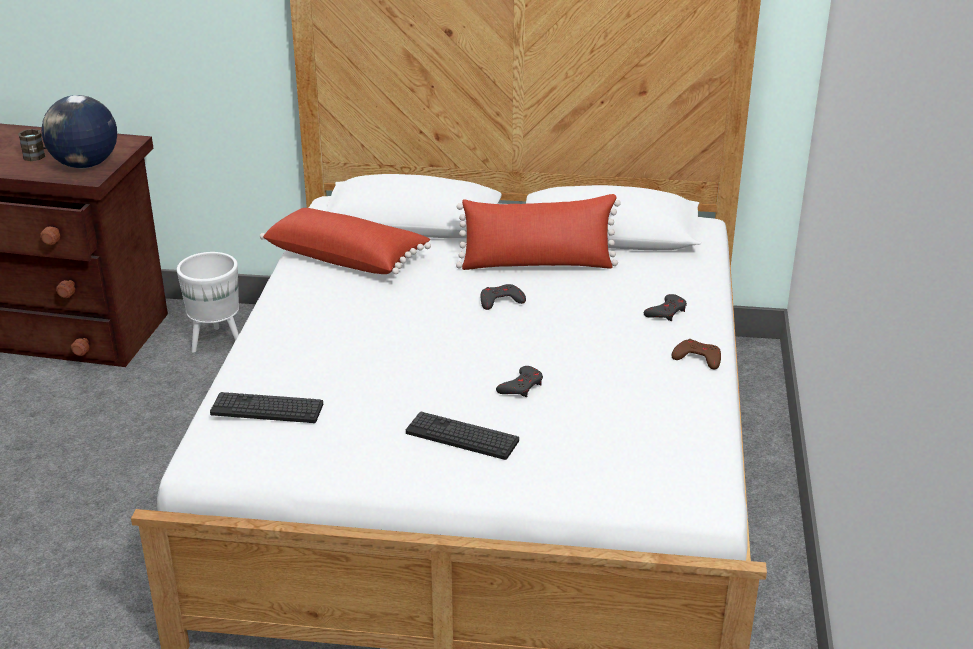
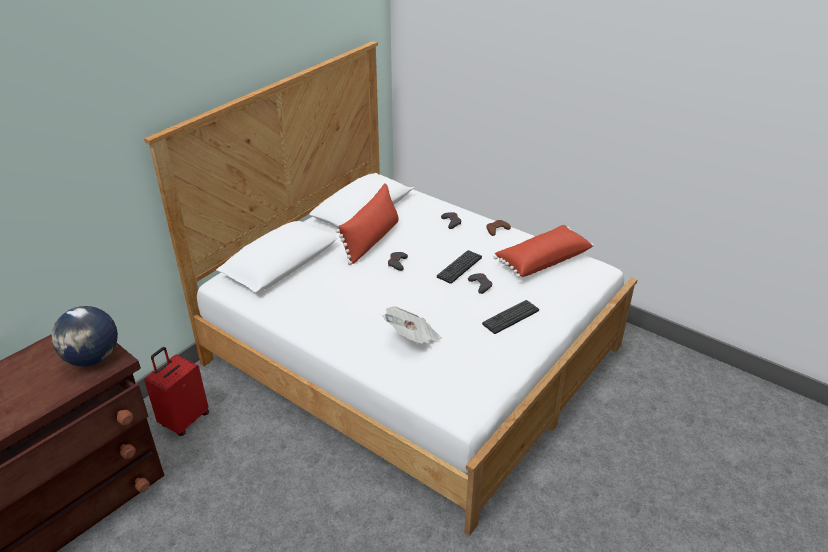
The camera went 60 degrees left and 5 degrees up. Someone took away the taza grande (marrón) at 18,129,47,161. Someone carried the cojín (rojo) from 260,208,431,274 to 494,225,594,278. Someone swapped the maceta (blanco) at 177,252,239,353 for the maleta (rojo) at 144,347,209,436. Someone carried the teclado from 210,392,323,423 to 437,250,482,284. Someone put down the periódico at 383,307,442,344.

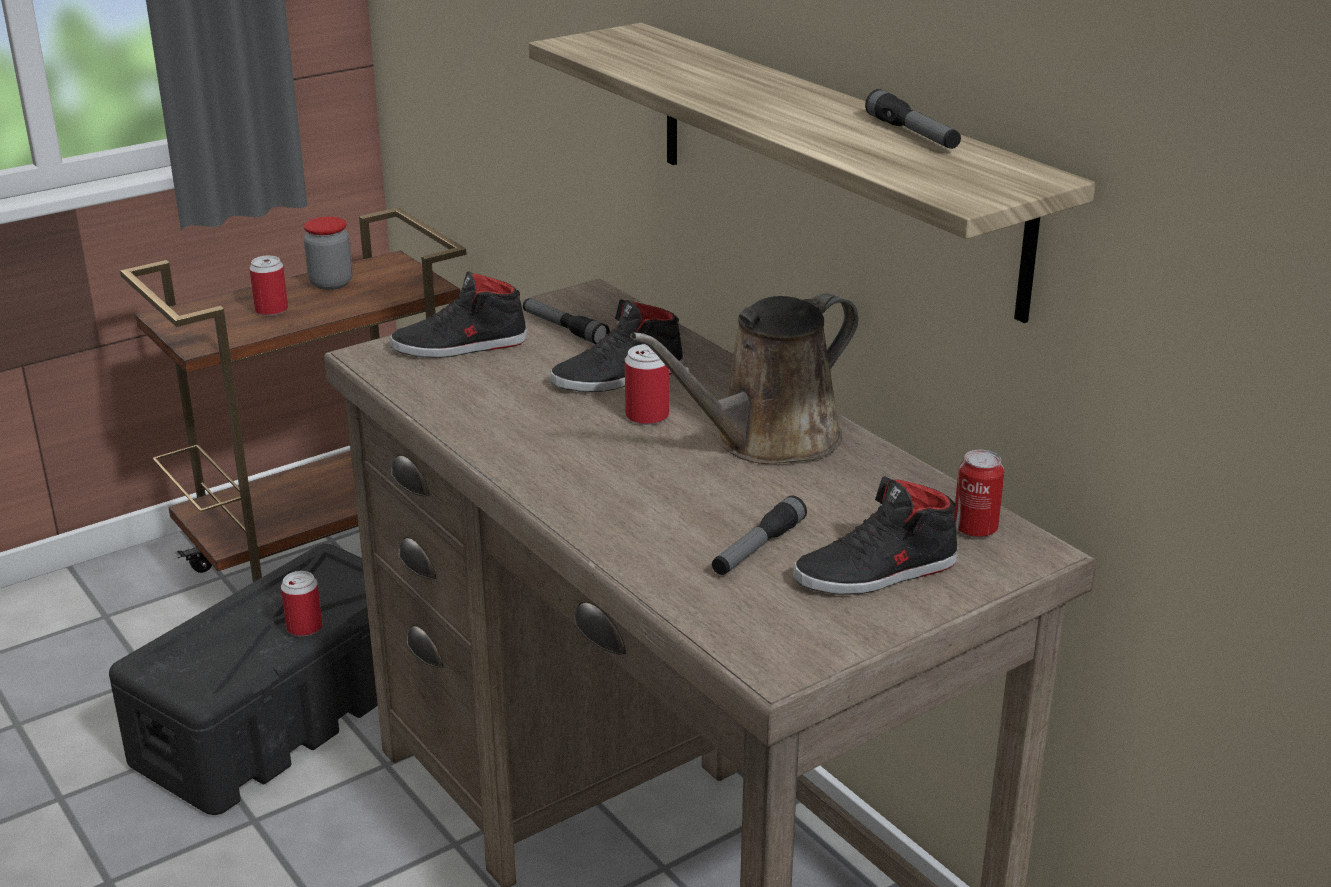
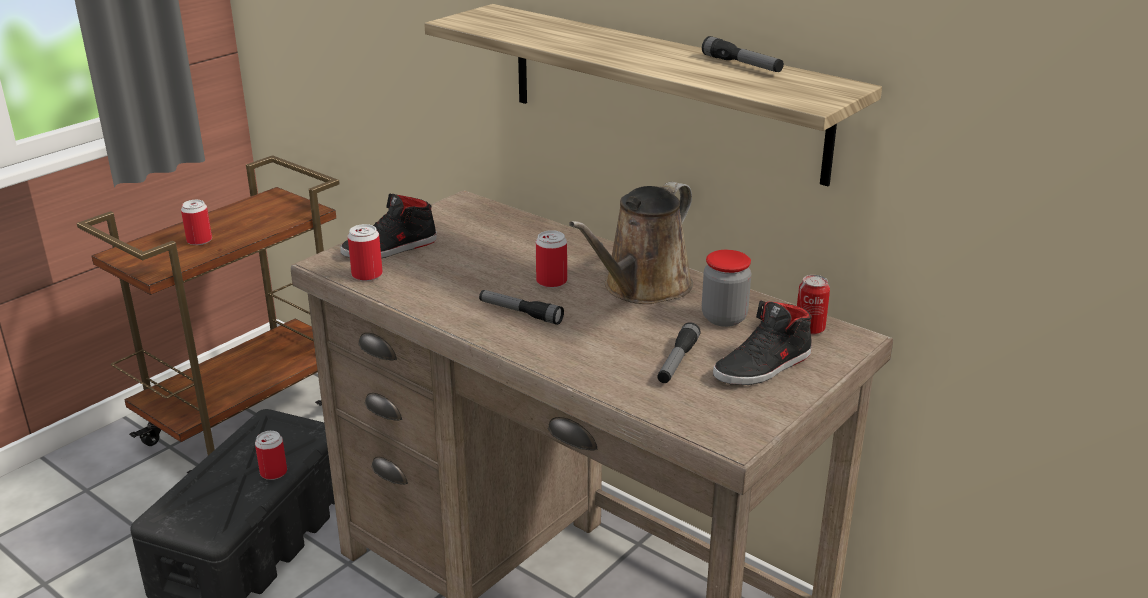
The camera went 15 degrees left and 0 degrees up. Someone carried the tarro from 304,216,353,290 to 702,250,751,327. Someone carried the linterna from 523,298,610,344 to 479,290,564,325. Someone took away the zapato (negro) at 550,299,684,392. Someone put down the lata at 348,224,383,281.

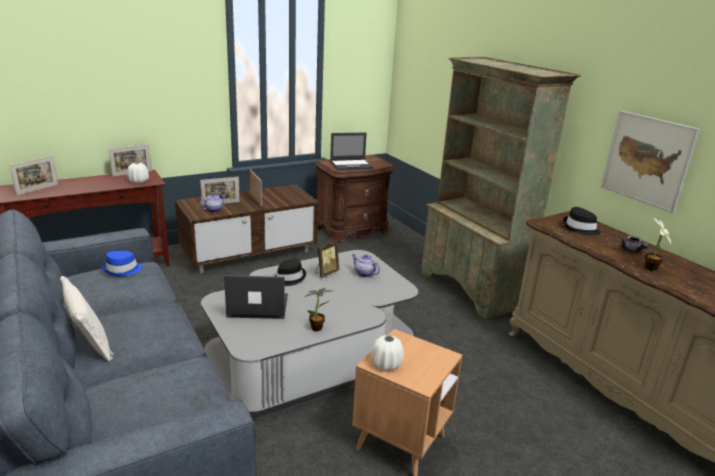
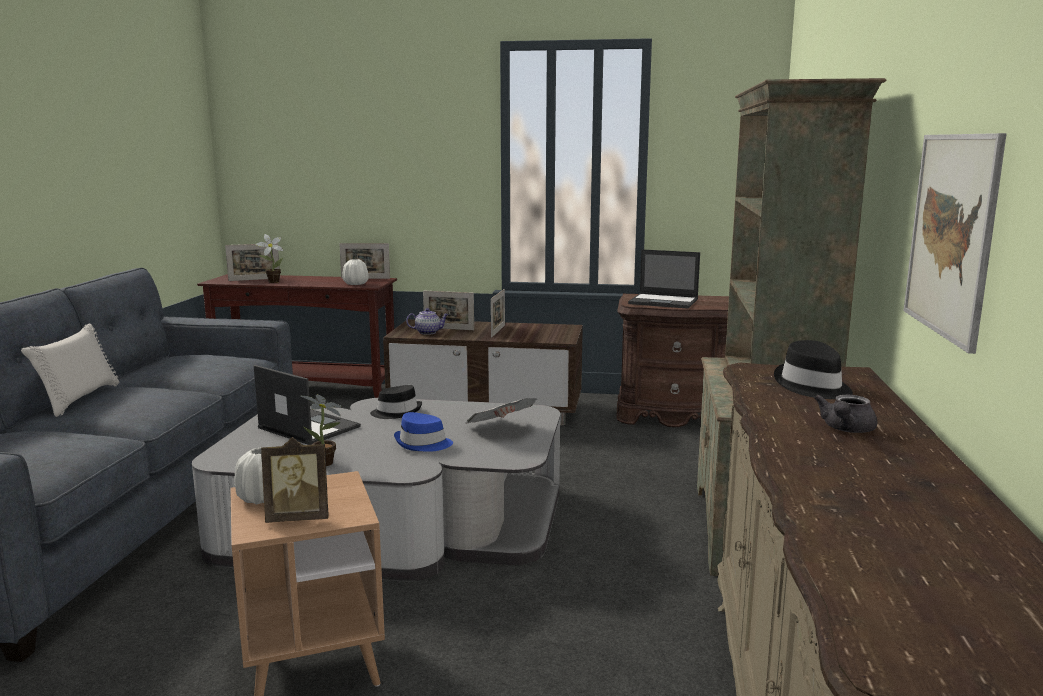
The camera went 40 degrees right and 10 degrees down. Someone carried the planta en maceta from 645,218,671,271 to 255,234,284,283. Someone carried the portarretratos from 315,241,339,278 to 261,437,328,523. Someone carried the sombrero (azul) from 102,251,143,276 to 394,412,453,452. Someone swapped the tetera at 352,254,380,277 for the periódico at 466,398,537,423.

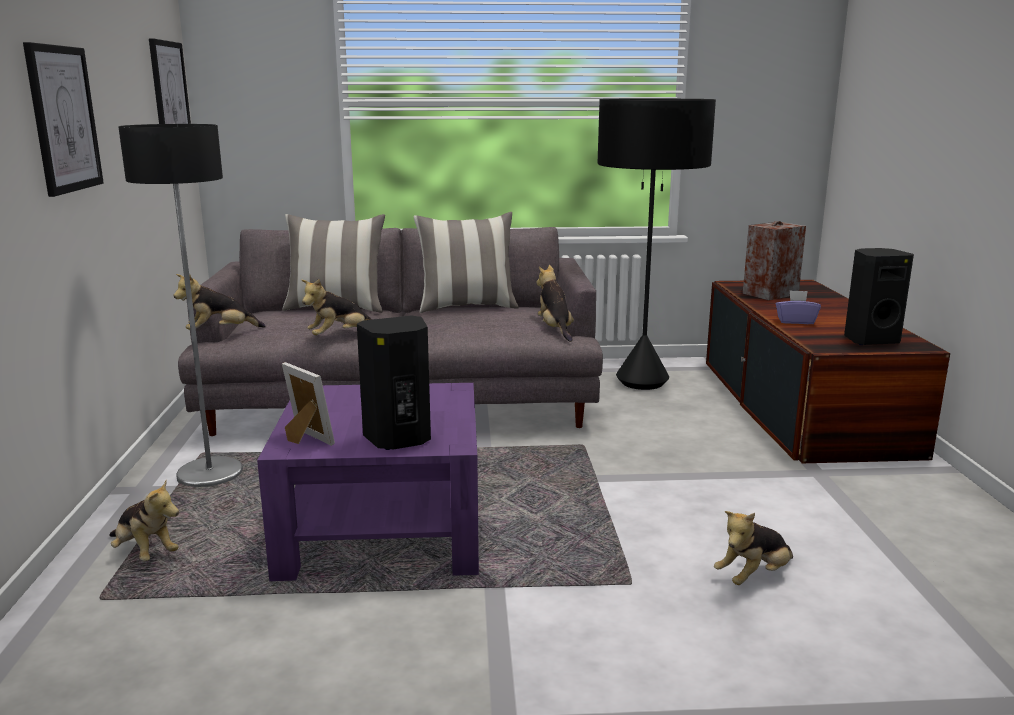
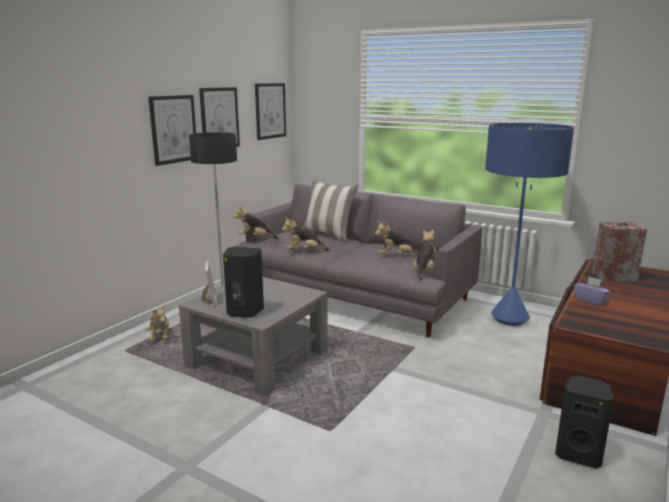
The camera went 35 degrees right and 0 degrees up. Someone repainted the lámpara de pie (negro) at 598,99,716,390, which became the lámpara de pie (azul) at 485,123,574,326. Someone took away the cojín at 413,212,519,313. Someone carried the altavoz (negro) from 844,248,914,345 to 555,376,614,469. Someone repainted the mesa de centro (morado) at 257,383,479,581, which became the mesa de centro (gris) at 179,277,328,396. Someone carried the peluche from 714,511,793,585 to 375,221,419,255. Someone put up the cuadro at 199,87,240,147.

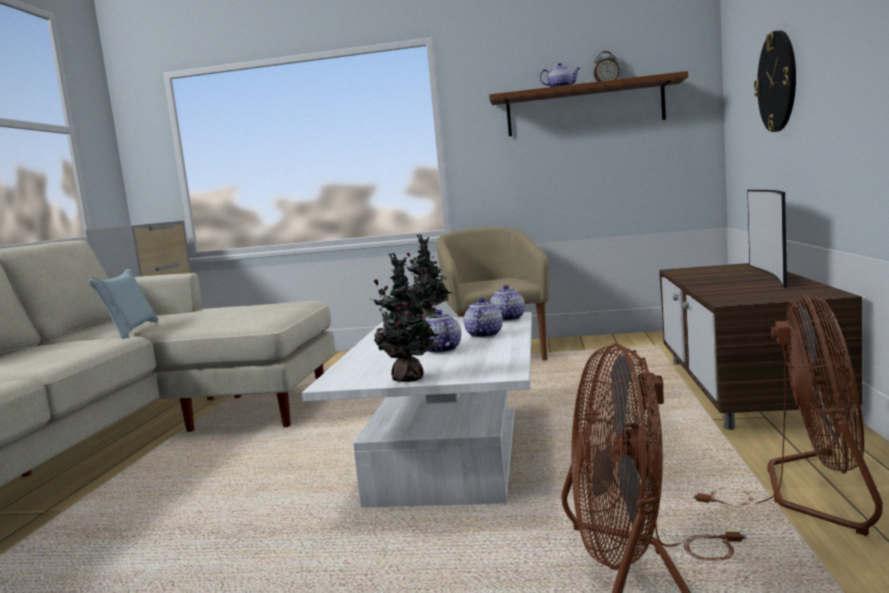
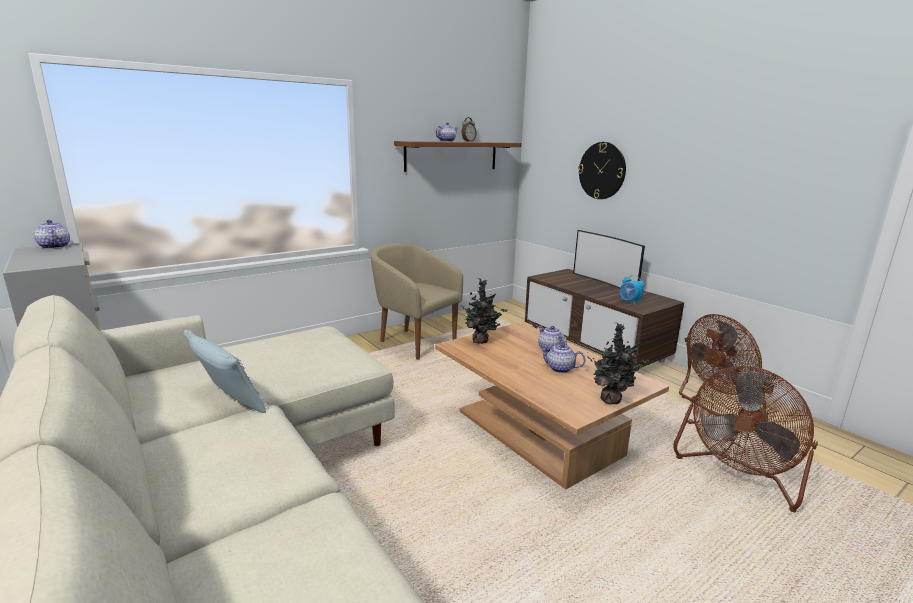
The camera went 45 degrees left and 10 degrees up. Someone carried the tetera from 490,285,525,321 to 34,220,70,249. Someone repainted the mesa de centro (blanco) at 302,312,532,508, which became the mesa de centro (marrón) at 435,322,669,489. Someone put down the despertador at 620,275,644,305.

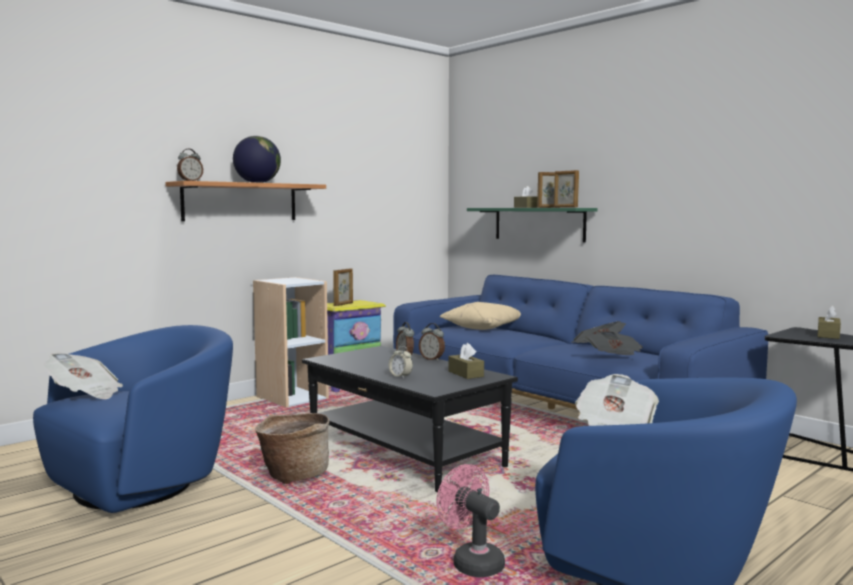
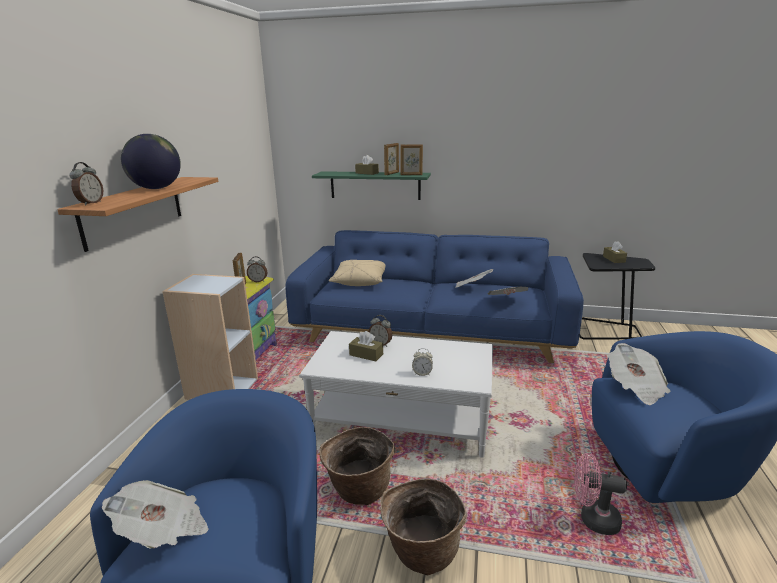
The camera went 35 degrees left and 15 degrees up. Someone carried the despertador from 419,323,445,361 to 247,256,267,282. Someone carried the caja de pañuelos (marrón) from 448,343,484,379 to 349,331,383,361. Someone repainted the mesa de centro (negro) at 302,346,518,492, which became the mesa de centro (blanco) at 299,331,493,458. Someone put down the cesta at 380,479,467,575.

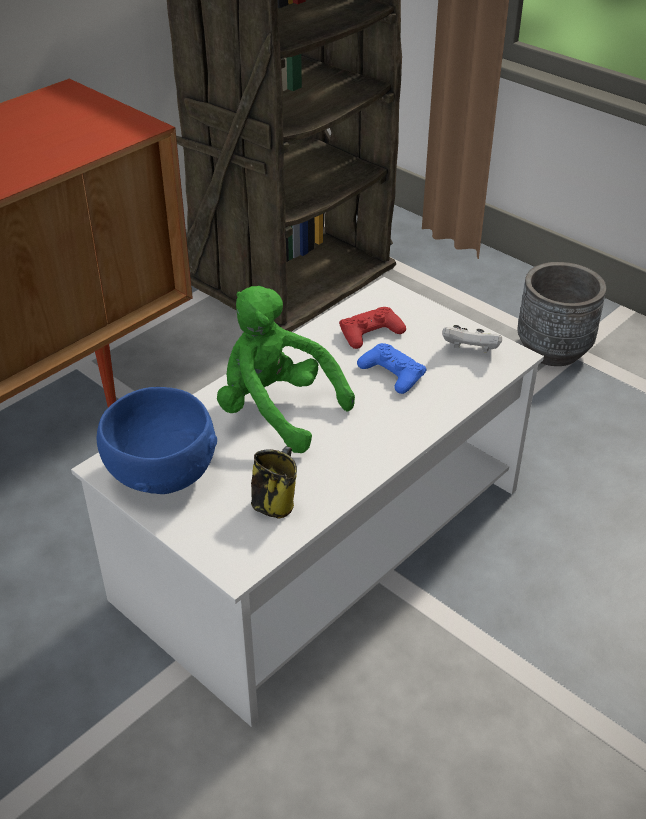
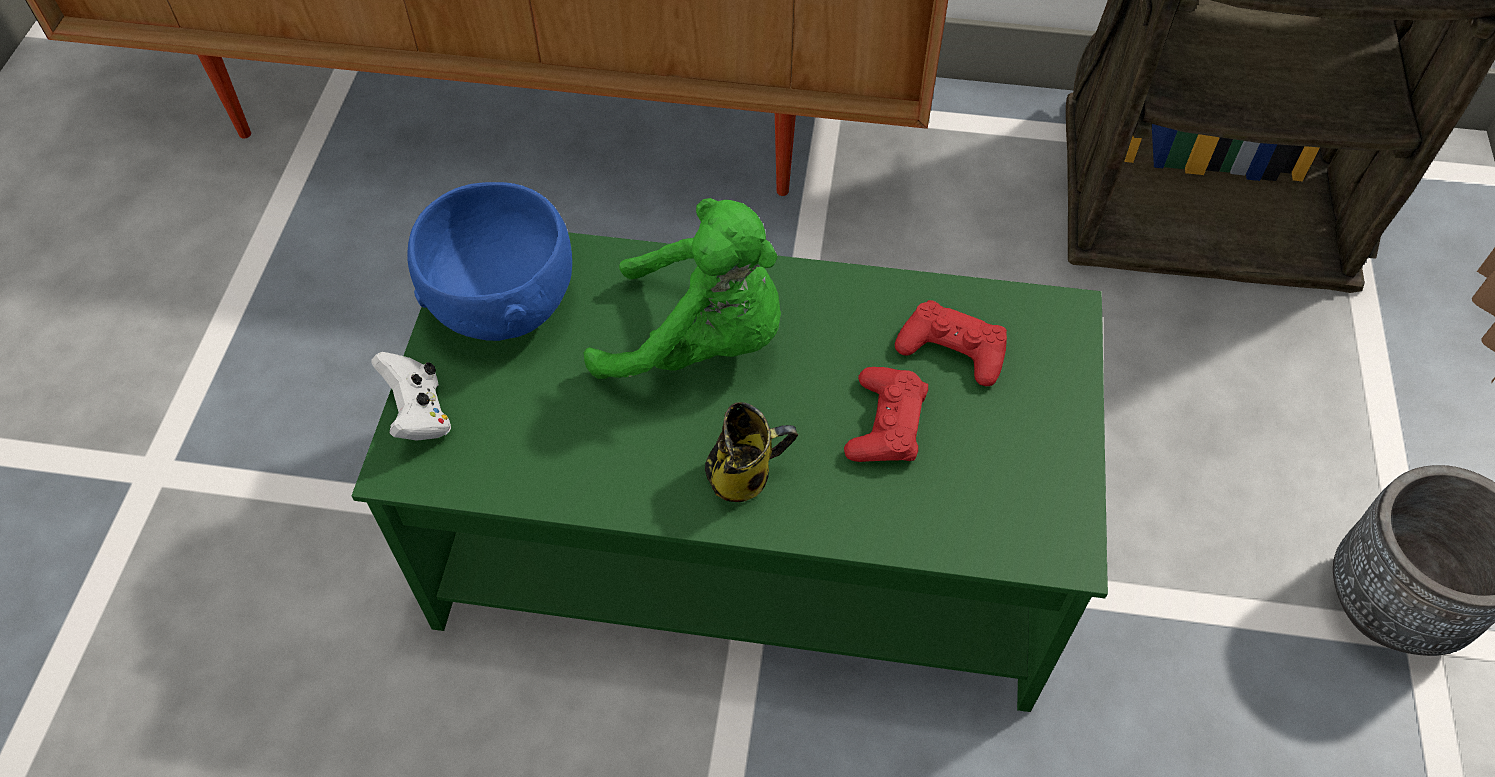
The camera went 55 degrees right and 15 degrees up. Someone repainted the mesa de centro (blanco) at 71,277,544,727, which became the mesa de centro (verde) at 352,232,1108,712. Someone rotated the peluche (verde) at 217,286,355,453 by 105 degrees clockwise. Someone carried the mando de consola (blanco) from 442,325,502,353 to 371,352,451,440. Someone repainted the mando de consola (azul) at 357,343,426,394, which became the mando de consola (rojo) at 844,367,928,462. Someone carried the taza grande from 251,446,297,519 to 705,402,798,502.

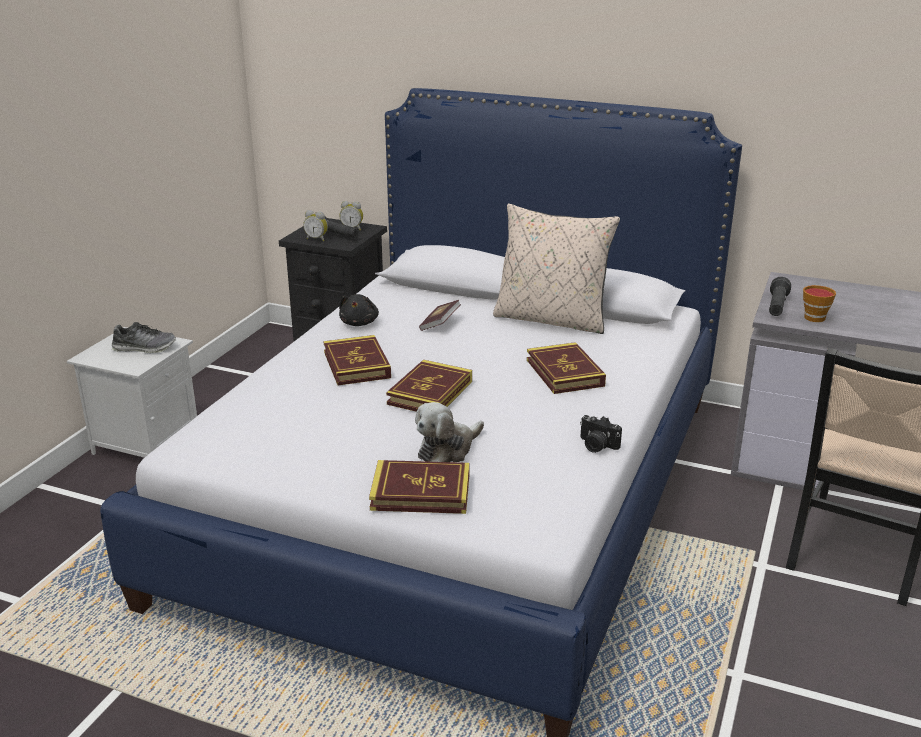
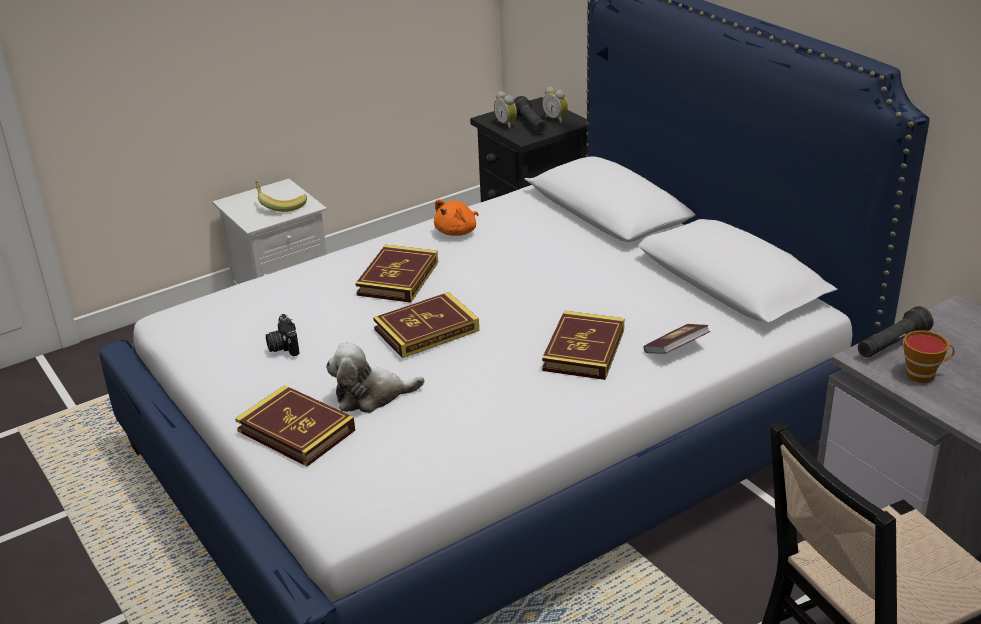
The camera went 35 degrees right and 5 degrees up. Someone took away the cojín (beis) at 493,203,620,334. Someone repainted the peluche (negro) at 339,294,379,326, which became the peluche (naranja) at 434,200,479,236. Someone carried the libro from 419,300,461,331 to 643,324,710,354. Someone swapped the zapato at 112,322,176,353 for the plátano at 255,181,307,212. Someone carried the cámara from 580,415,622,453 to 266,314,299,356.

